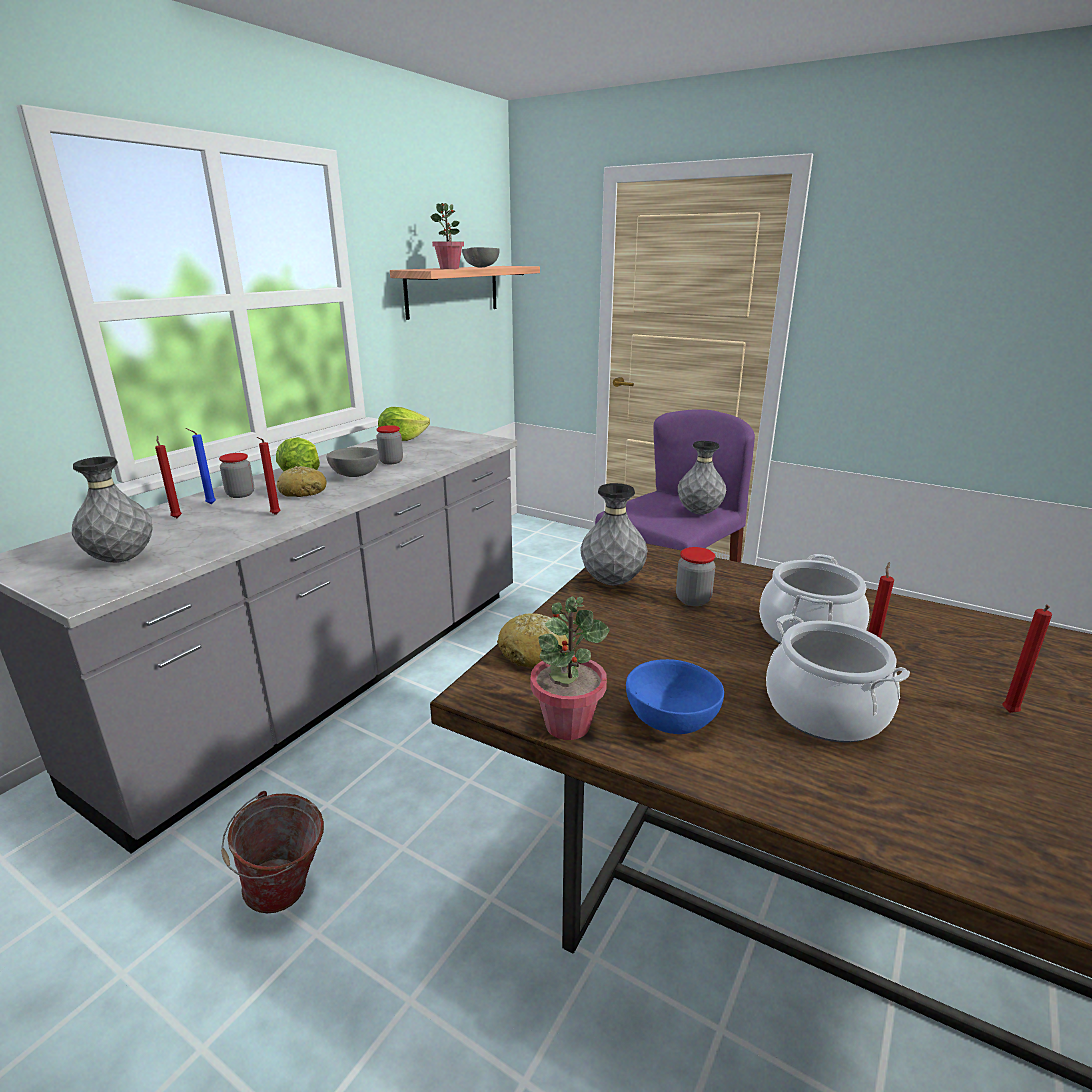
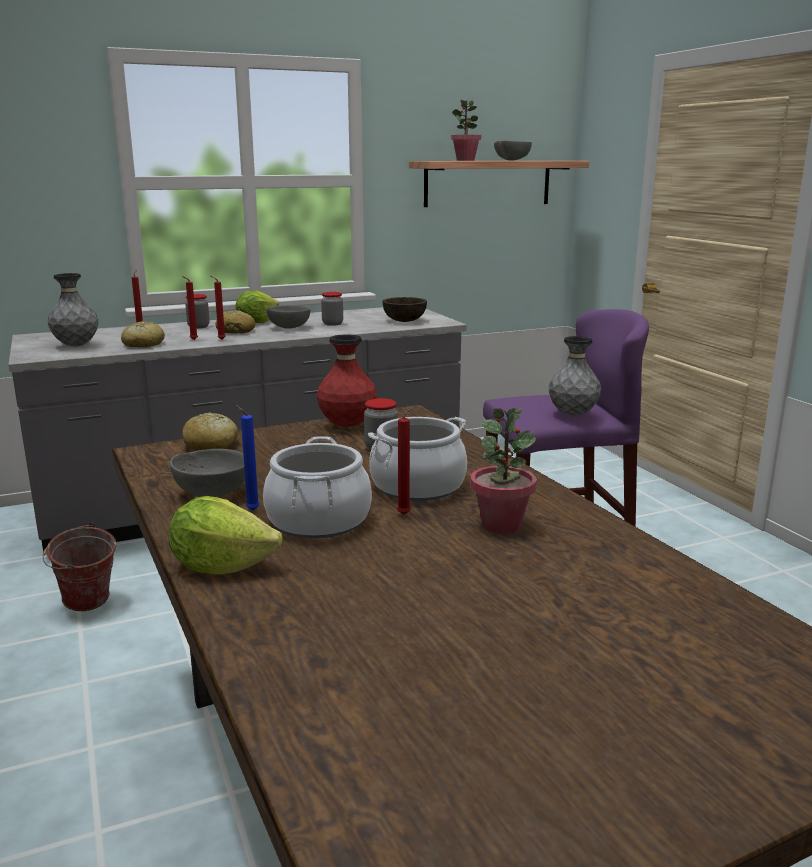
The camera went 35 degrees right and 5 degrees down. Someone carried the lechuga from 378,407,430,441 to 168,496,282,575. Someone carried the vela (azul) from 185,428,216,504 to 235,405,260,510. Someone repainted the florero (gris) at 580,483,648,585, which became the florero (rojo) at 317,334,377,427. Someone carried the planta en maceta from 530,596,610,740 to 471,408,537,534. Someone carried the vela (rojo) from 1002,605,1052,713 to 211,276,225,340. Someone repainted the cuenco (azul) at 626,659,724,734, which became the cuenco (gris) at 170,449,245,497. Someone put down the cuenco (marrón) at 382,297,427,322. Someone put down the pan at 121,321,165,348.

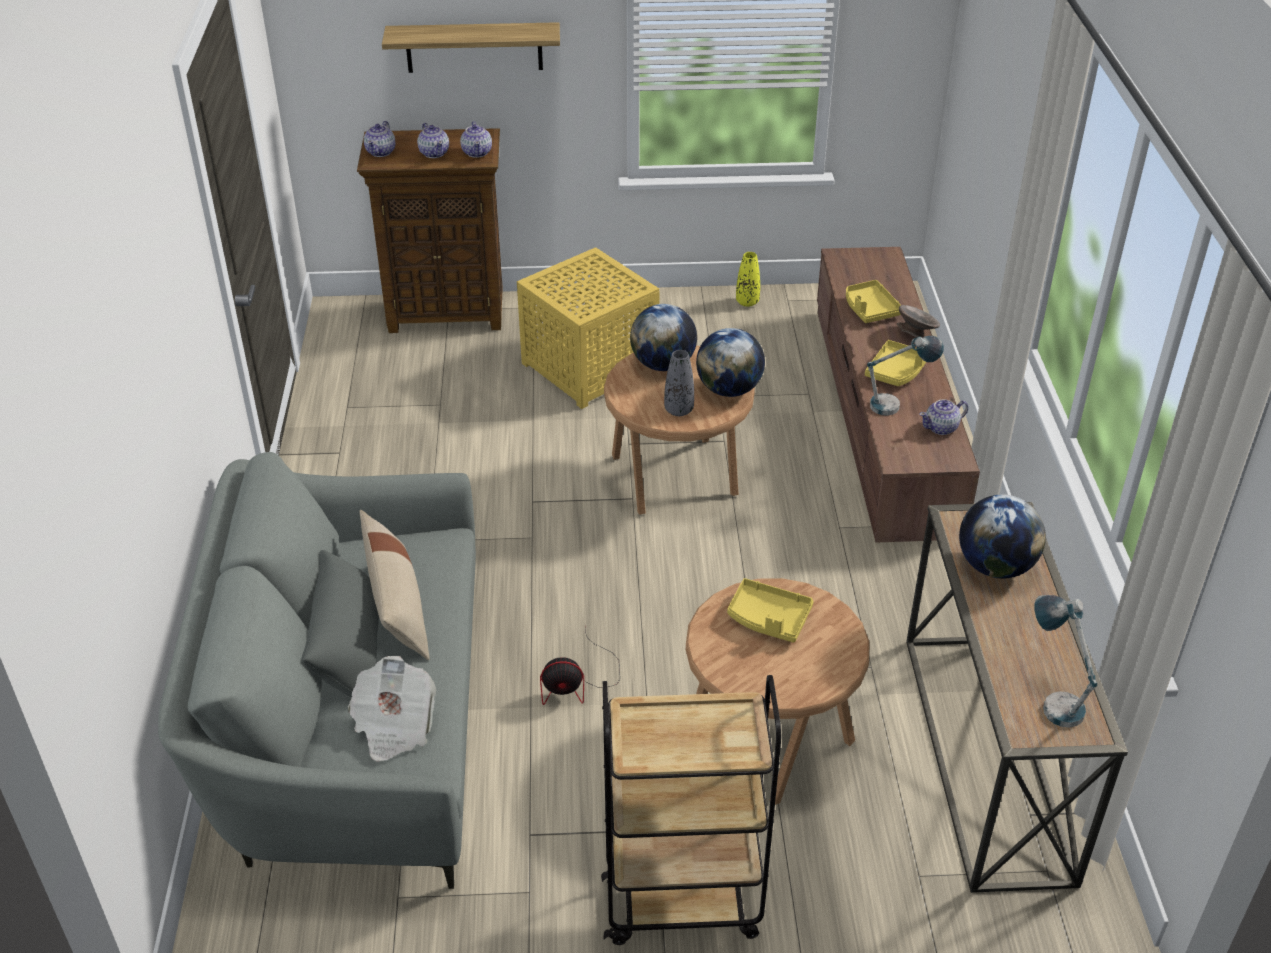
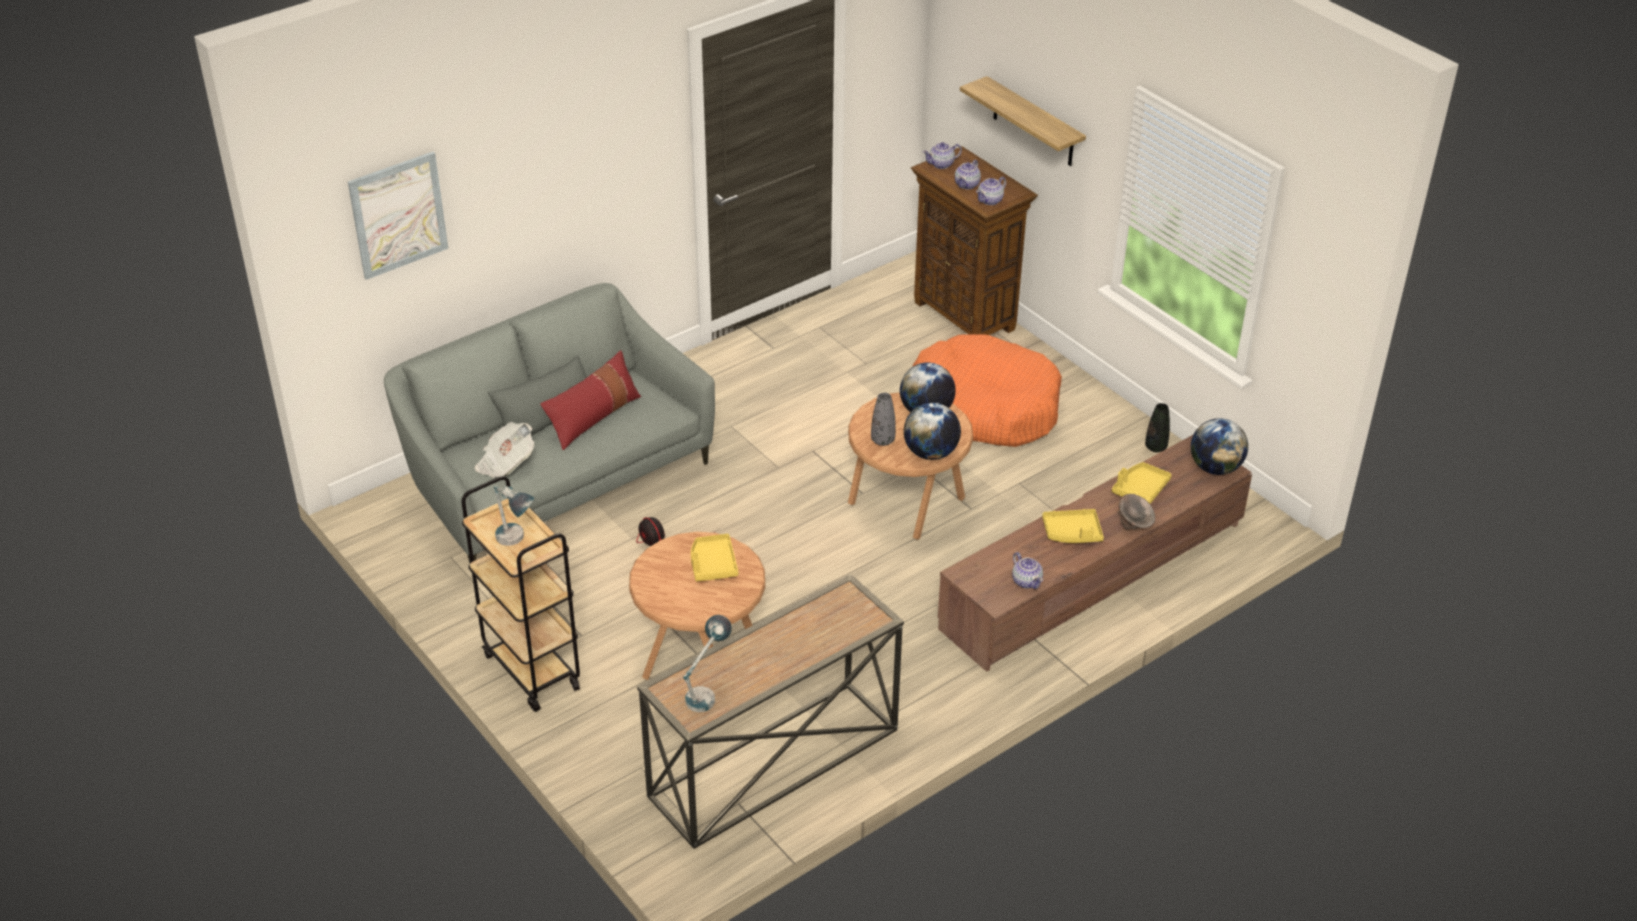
The camera went 55 degrees right and 0 degrees up. Someone swapped the mesa auxiliar (amarillo) at 517,247,660,409 for the cama para perro (naranja) at 913,334,1062,447. Someone repainted the florero (amarillo) at 736,252,760,307, which became the florero (negro) at 1145,403,1170,452. Someone carried the lámpara de mesa from 867,336,944,416 to 494,486,534,546. Someone rotated the tetera at 919,399,968,435 by 150 degrees counterclockwise. Someone carried the globo terráqueo from 959,495,1046,579 to 1191,418,1248,475. Someone repainted the cojín (beis) at 360,510,429,660, which became the cojín (rojo) at 540,350,641,450. Someone put up the cuadro at 348,152,448,280.

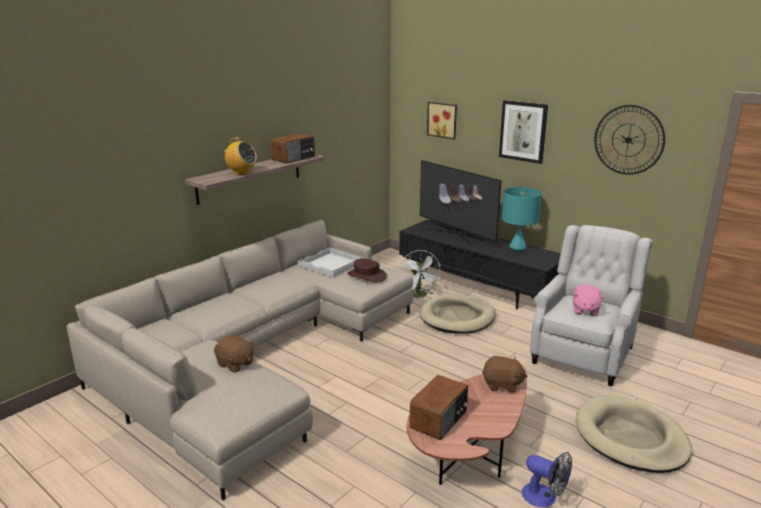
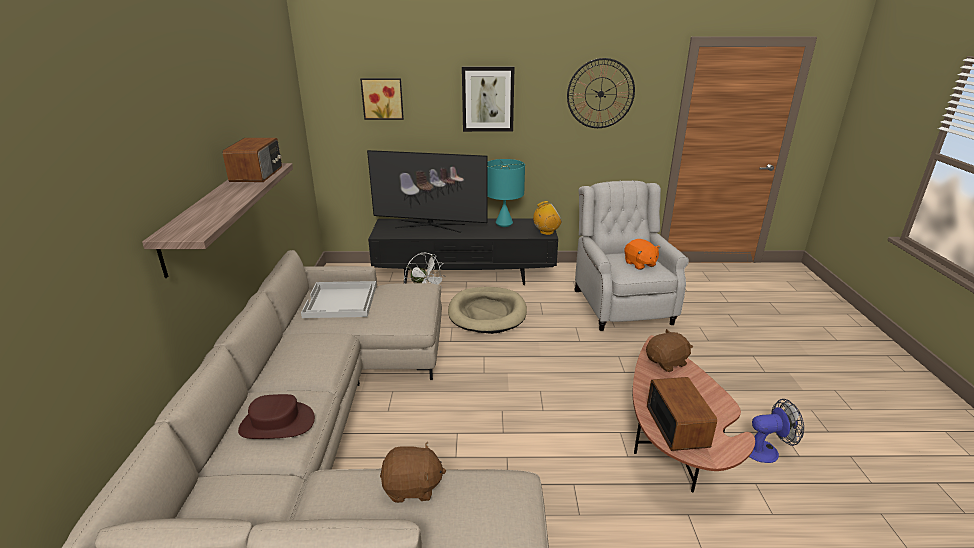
The camera went 40 degrees left and 5 degrees up. Someone carried the radio from 221,138,256,175 to 533,201,562,235. Someone carried the sombrero (marrón) from 347,258,387,282 to 238,394,315,439. Someone repainted the peluche (rosa) at 573,284,604,316, which became the peluche (naranja) at 624,239,660,270. Someone took away the cama para perro (beis) at 576,395,692,473.

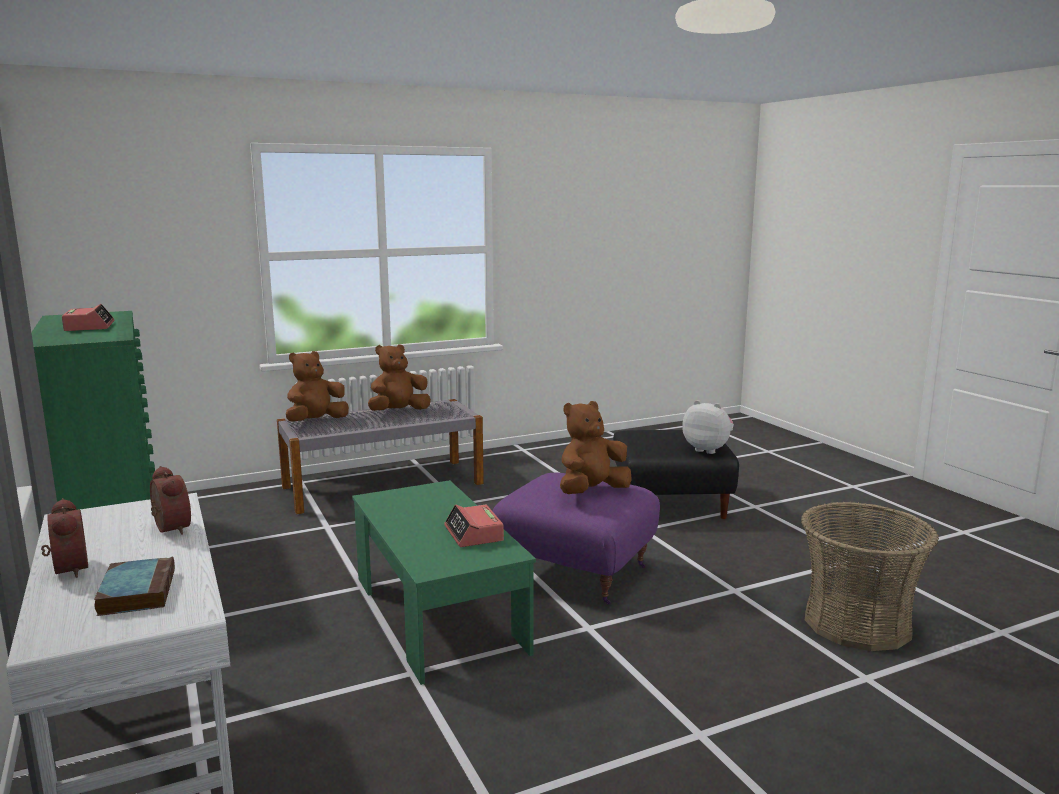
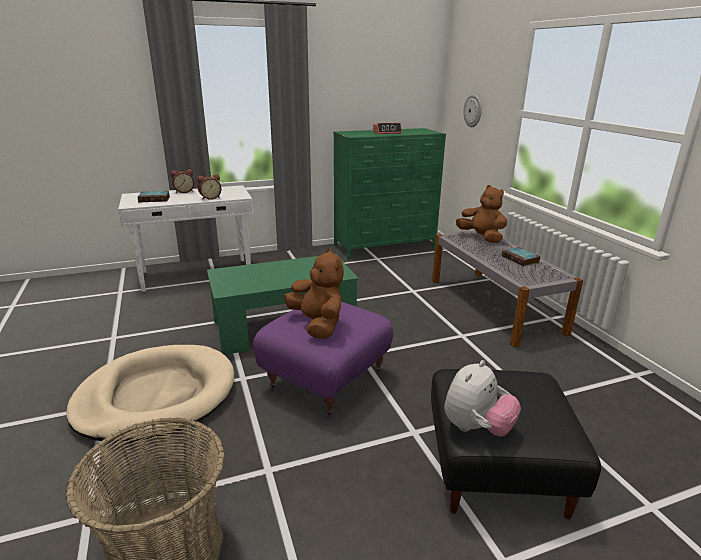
The camera went 95 degrees right and 10 degrees up. Someone swapped the peluche (marrón) at 368,344,431,411 for the libro at 502,247,540,266. Someone took away the despertador at 444,505,504,547. Someone put up the reloj de pared at 463,94,482,127. Someone put down the cama para perro (beis) at 67,345,234,443.

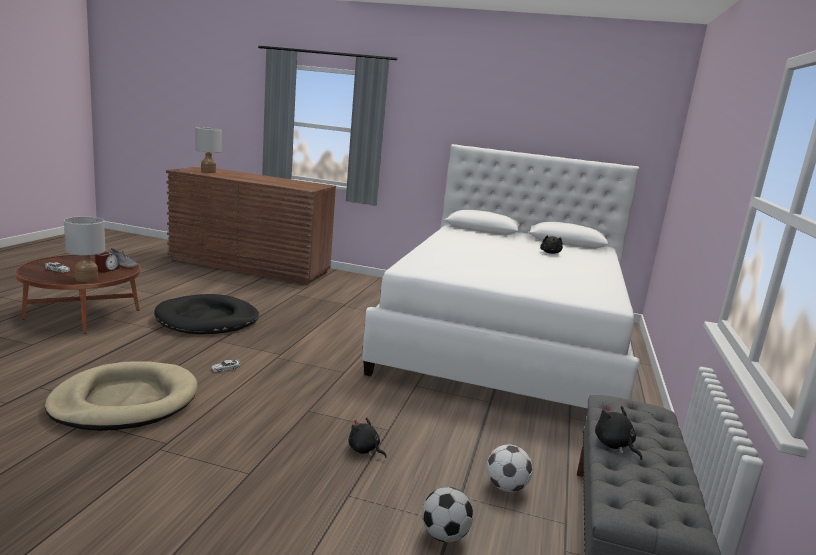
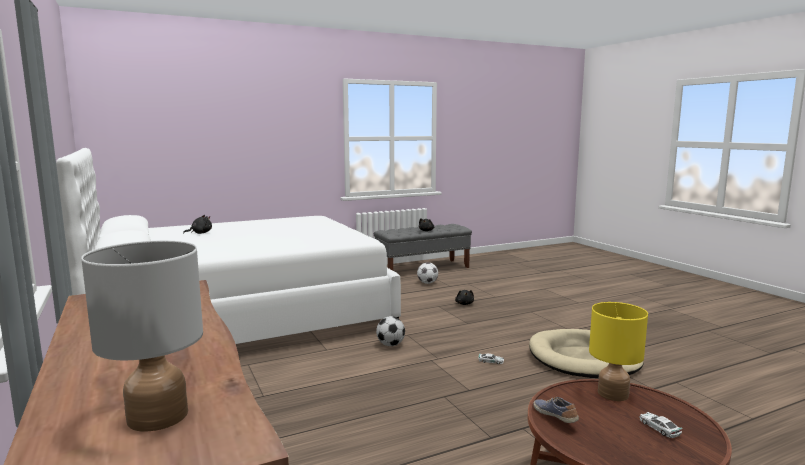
The camera went 130 degrees left and 5 degrees down. Someone repainted the lámpara de mesa (gris) at 64,216,105,282, which became the lámpara de mesa (amarillo) at 589,302,648,401. Someone took away the despertador at 95,252,120,273. Someone took away the cama para perro (negro) at 154,294,259,334. Someone carried the balón de fútbol from 422,487,473,543 to 376,316,405,346.

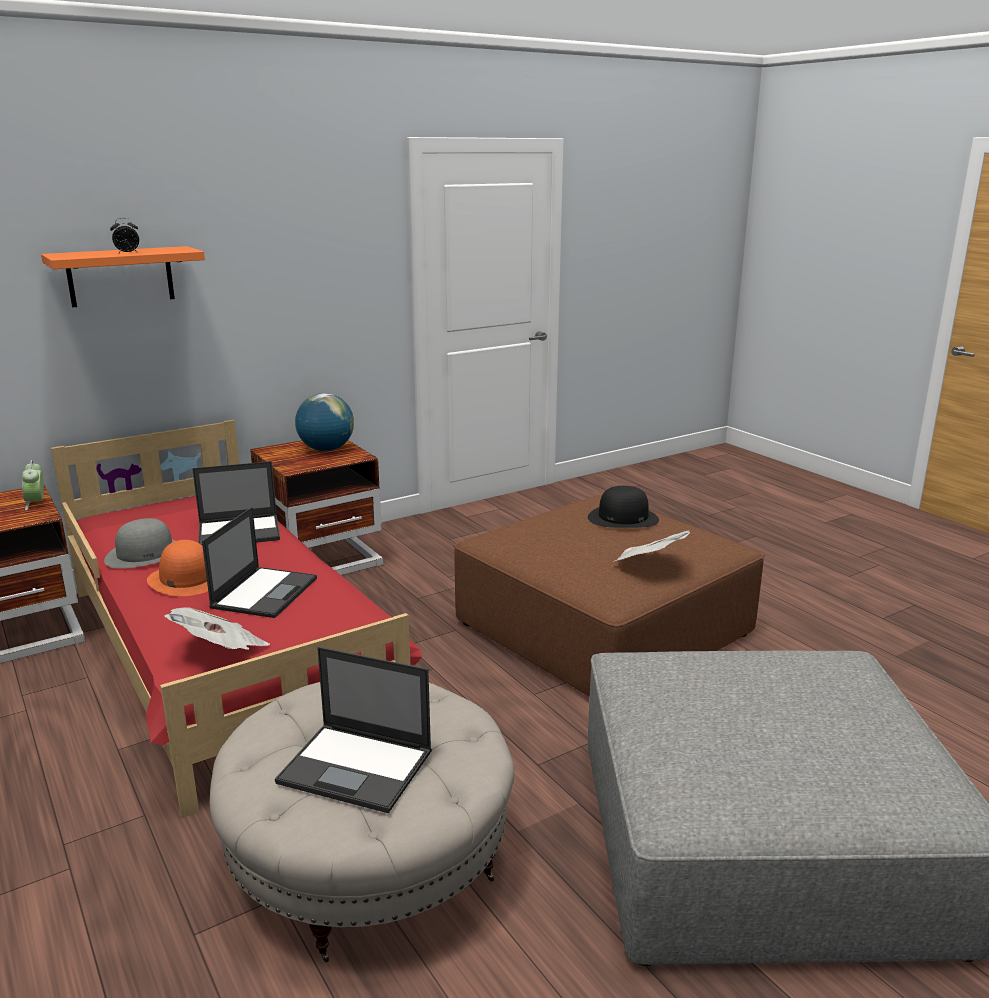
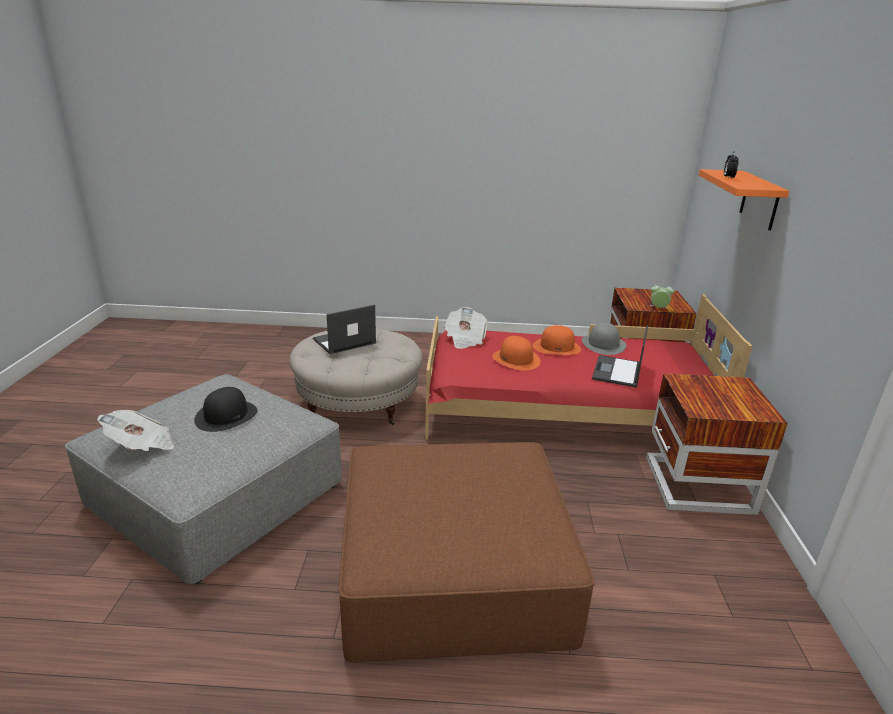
The camera went 125 degrees right and 5 degrees up. Someone took away the globo terráqueo at 295,393,354,451. Someone carried the sombrero (negro) from 588,486,659,528 to 194,387,257,432. Someone swapped the portátil at 202,507,317,618 for the sombrero (naranja) at 492,336,541,370. Someone carried the periódico from 613,530,690,562 to 97,410,174,451.

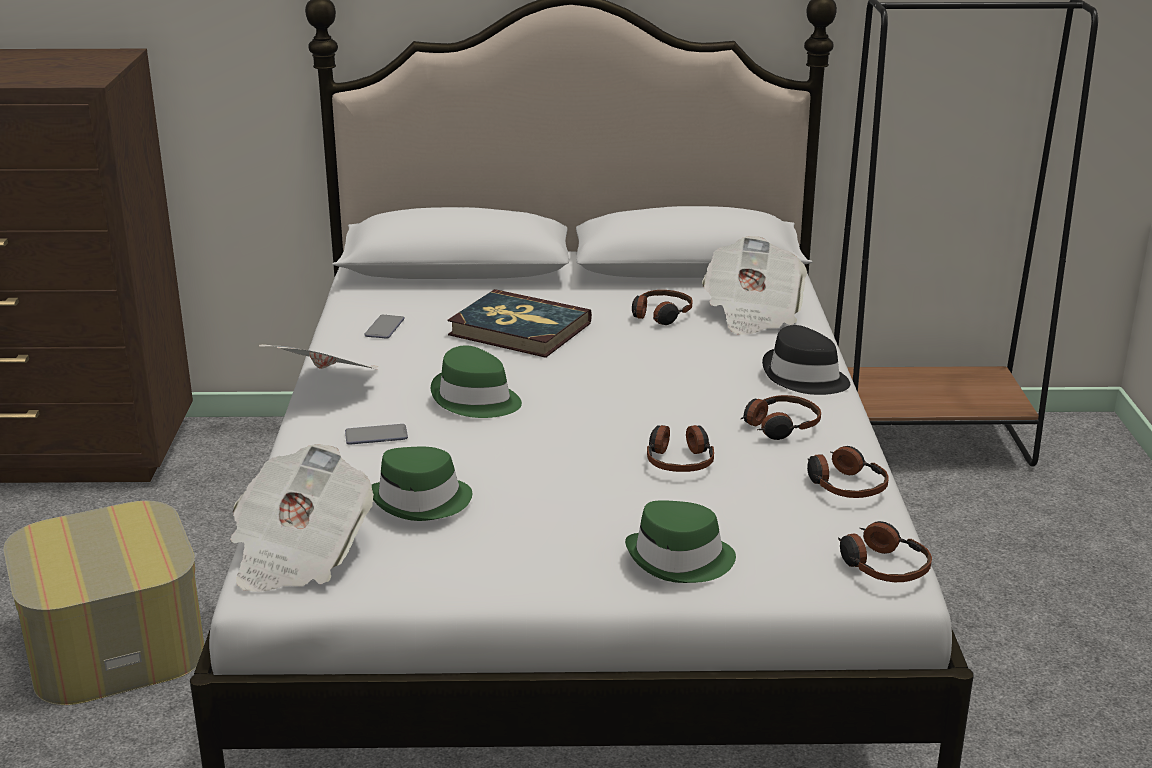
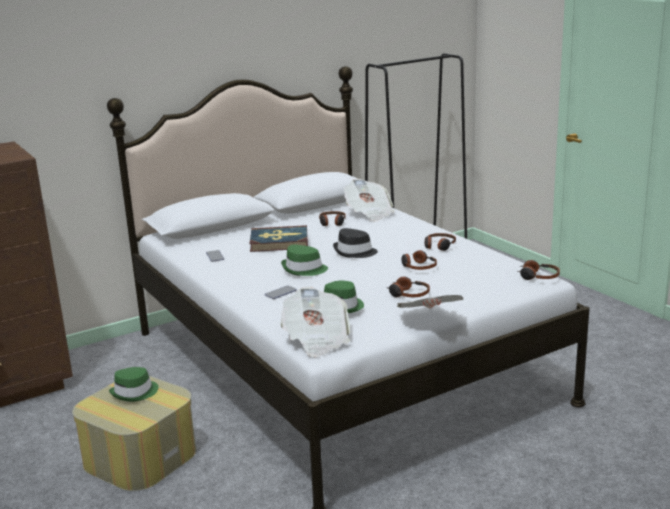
The camera went 30 degrees left and 5 degrees down. Someone carried the sombrero (negro) from 762,325,850,395 to 333,228,378,258. Someone carried the periódico from 259,344,379,370 to 397,295,463,309. Someone carried the auriculares from 807,446,889,498 to 387,277,430,297. Someone carried the sombrero (verde) from 625,500,736,583 to 109,367,159,402.

